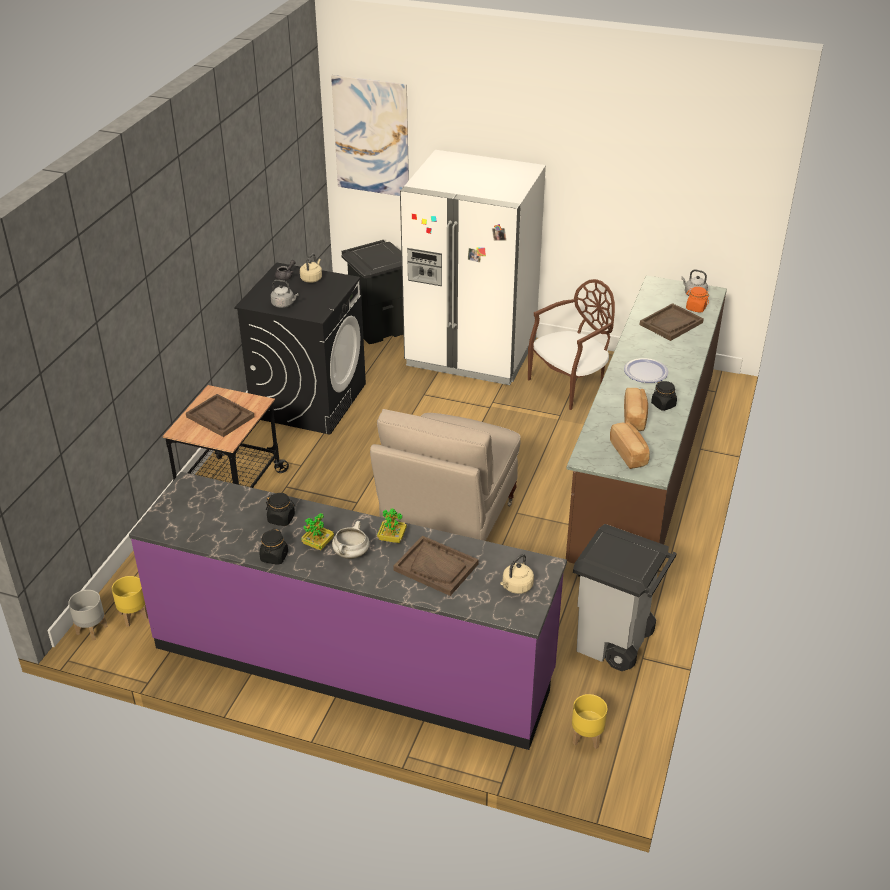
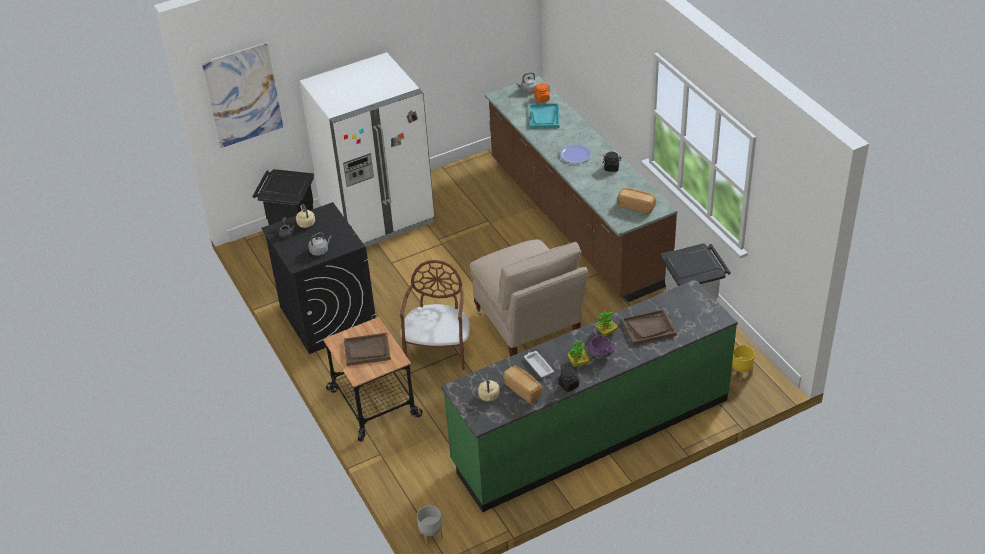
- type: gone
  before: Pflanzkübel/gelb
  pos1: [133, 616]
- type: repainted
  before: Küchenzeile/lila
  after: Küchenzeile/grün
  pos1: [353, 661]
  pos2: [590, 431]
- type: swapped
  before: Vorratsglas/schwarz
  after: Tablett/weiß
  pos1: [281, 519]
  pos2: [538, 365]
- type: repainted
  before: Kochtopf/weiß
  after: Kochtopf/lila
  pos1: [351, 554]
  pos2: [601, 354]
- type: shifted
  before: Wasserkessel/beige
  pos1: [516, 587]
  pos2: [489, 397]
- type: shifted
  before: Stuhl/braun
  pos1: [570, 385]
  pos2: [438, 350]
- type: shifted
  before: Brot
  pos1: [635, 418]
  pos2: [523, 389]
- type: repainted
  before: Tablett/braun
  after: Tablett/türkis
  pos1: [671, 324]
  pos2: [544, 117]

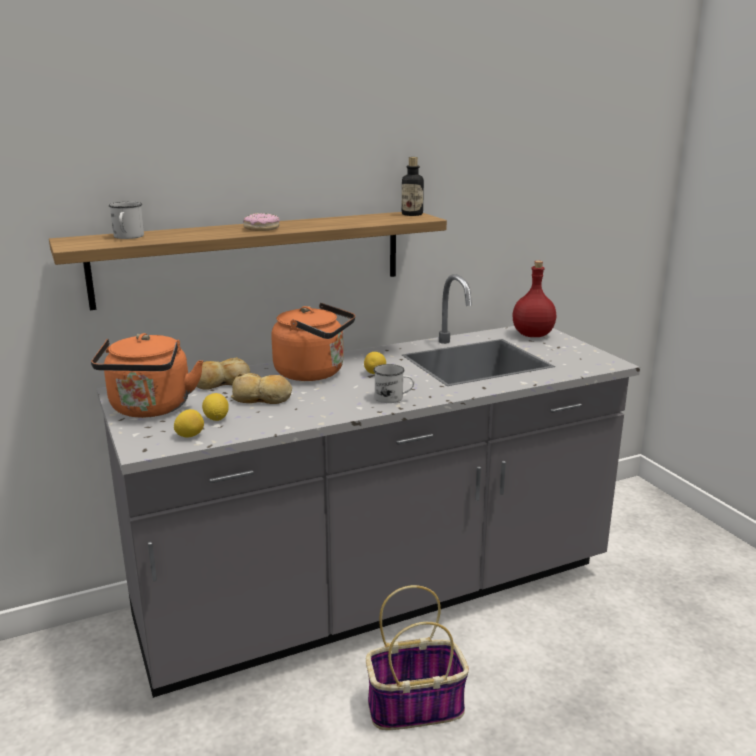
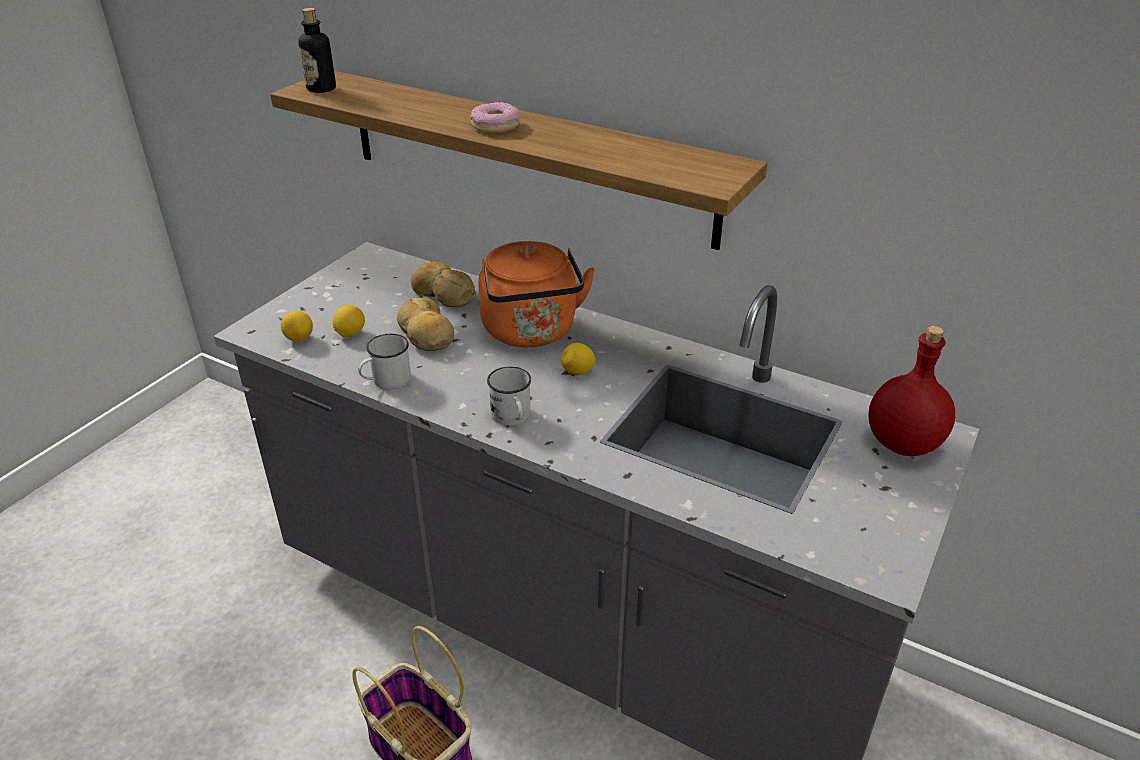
- type: gone
  before: Wasserkessel/orange
  pos1: [150, 409]
- type: shifted
  before: Henkelbecher/weiß
  pos1: [127, 237]
  pos2: [386, 381]
- type: shifted
  before: Flasche
  pos1: [412, 214]
  pos2: [321, 88]

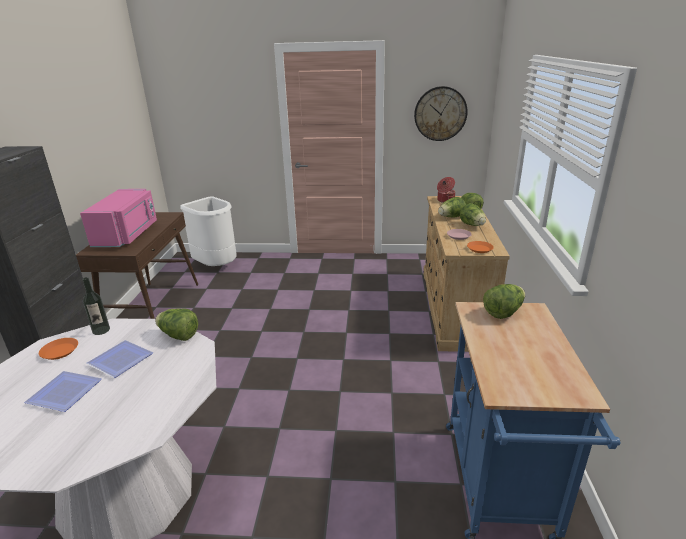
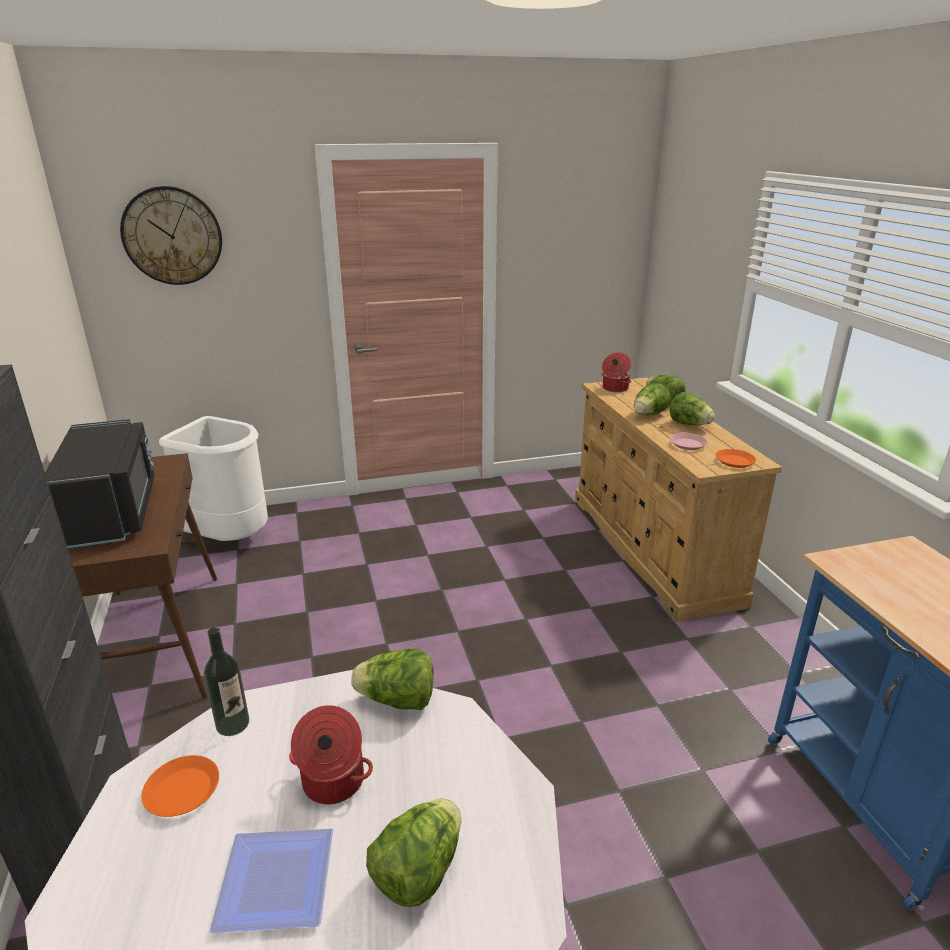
- type: repainted
  before: Mikrowelle/rosa
  after: Mikrowelle/schwarz
  pos1: [128, 235]
  pos2: [113, 512]
- type: swapped
  before: Teller
  after: Kochtopf
  pos1: [120, 362]
  pos2: [332, 782]
- type: shifted
  before: Wanduhr
  pos1: [440, 114]
  pos2: [172, 236]
- type: shifted
  before: Salatkopf
  pos1: [503, 312]
  pos2: [418, 871]

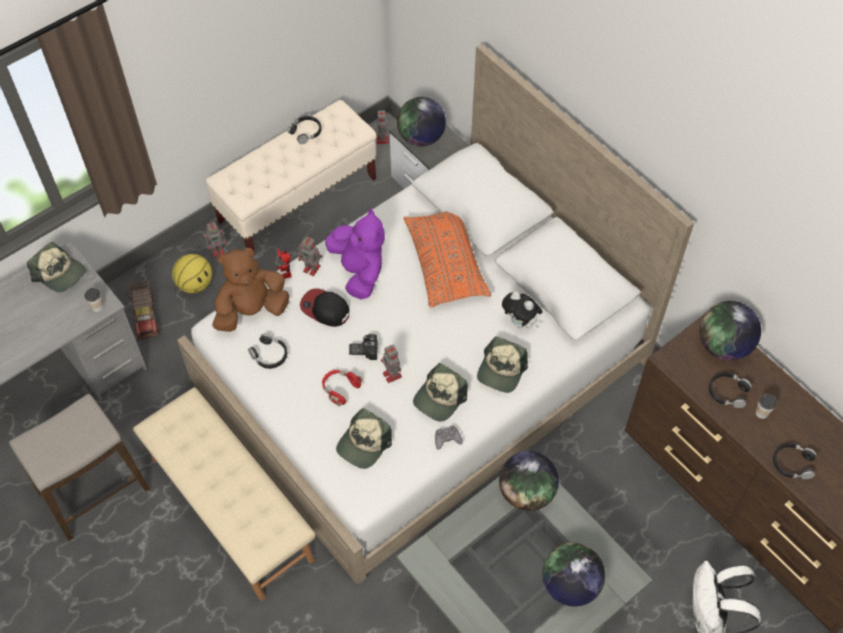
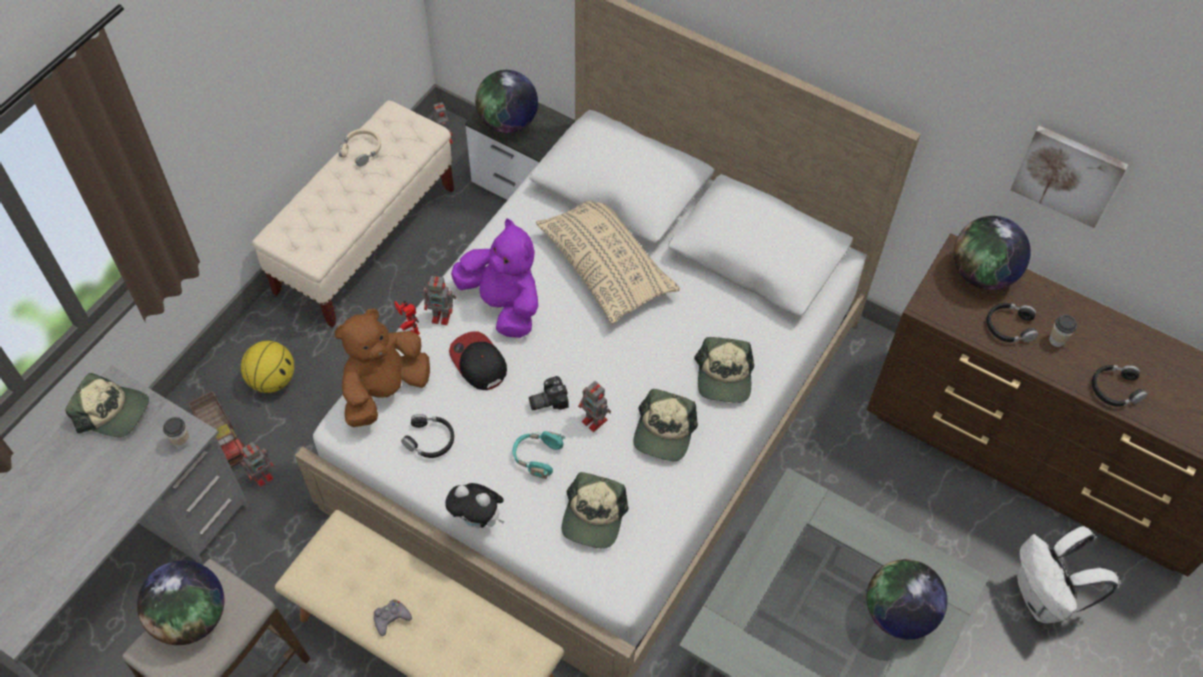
- type: shifted
  before: Spielzeugroboter
  pos1: [218, 250]
  pos2: [263, 475]
- type: repainted
  before: Kopfhörer/schwarz
  after: Kopfhörer/beige
  pos1: [306, 132]
  pos2: [361, 150]
- type: rotated
  before: Kappe
  pos1: [325, 309]
  pos2: [478, 362]
  turn: 45
- type: repainted
  before: Kopfhörer/rot
  after: Kopfhörer/türkis
  pos1: [340, 389]
  pos2: [537, 457]
- type: repainted
  before: Kissen/orange
  after: Kissen/beige
  pos1: [446, 264]
  pos2: [606, 266]
- type: shifted
  before: Gamepad/grau
  pos1: [447, 439]
  pos2: [391, 618]
- type: shifted
  before: Globus
  pos1: [526, 493]
  pos2: [191, 617]
- type: shifted
  before: Plüschtier
  pos1: [521, 323]
  pos2: [478, 519]
- type: new
  after: Bild
  pos2: [1068, 175]

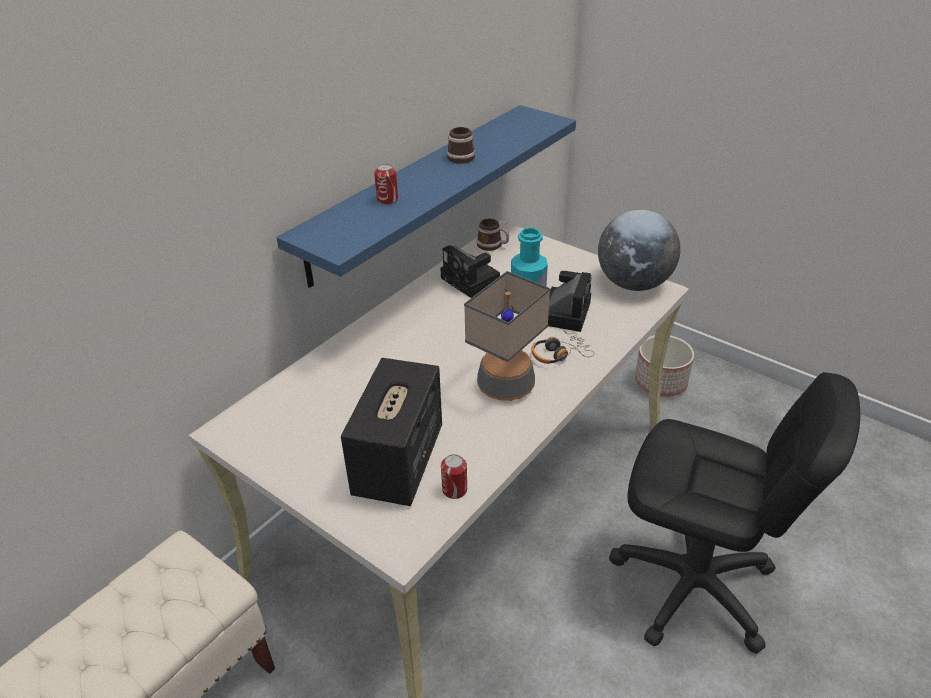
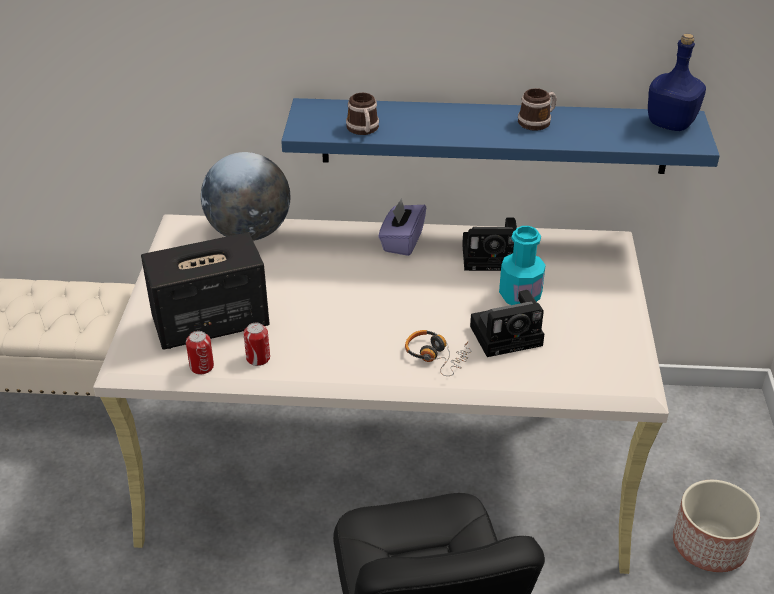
- type: shifted
  before: Dose
  pos1: [387, 200]
  pos2: [258, 358]
- type: rotated
  before: Kamera
  pos1: [472, 281]
  pos2: [493, 256]
  turn: -105
- type: gone
  before: Tischlampe
  pos1: [506, 385]
- type: shifted
  before: Henkelbecher
  pos1: [493, 245]
  pos2: [363, 130]
- type: shifted
  before: Globus
  pos1: [634, 284]
  pos2: [249, 233]
- type: new
  after: Taschentuchbox/lila
  pos2: [402, 241]
- type: new
  after: Flasche/blau
  pos2: [670, 124]

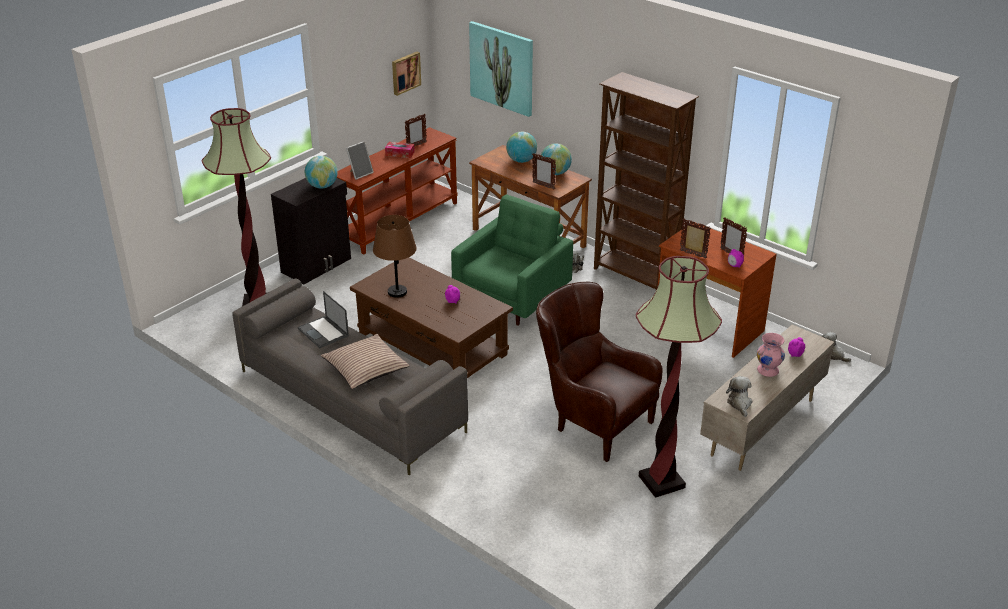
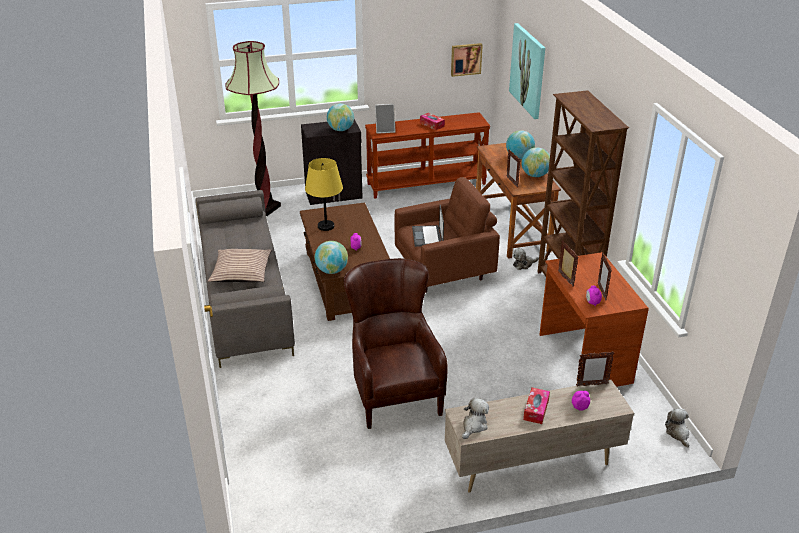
- type: shifted
  before: Laptop
  pos1: [323, 332]
  pos2: [427, 236]
- type: repainted
  before: Tischlampe/braun
  after: Tischlampe/gelb
  pos1: [397, 292]
  pos2: [325, 226]
- type: shifted
  before: Bilderrahmen
  pos1: [416, 145]
  pos2: [591, 385]
- type: repainted
  before: Sessel/grün
  after: Sessel/braun
  pos1: [513, 298]
  pos2: [445, 271]
- type: gone
  before: Stehlampe
  pos1: [661, 482]
- type: swapped
  before: Vase/rosa
  after: Taschentuchbox
  pos1: [768, 371]
  pos2: [536, 410]
- type: new
  after: Globus
  pos2: [331, 271]

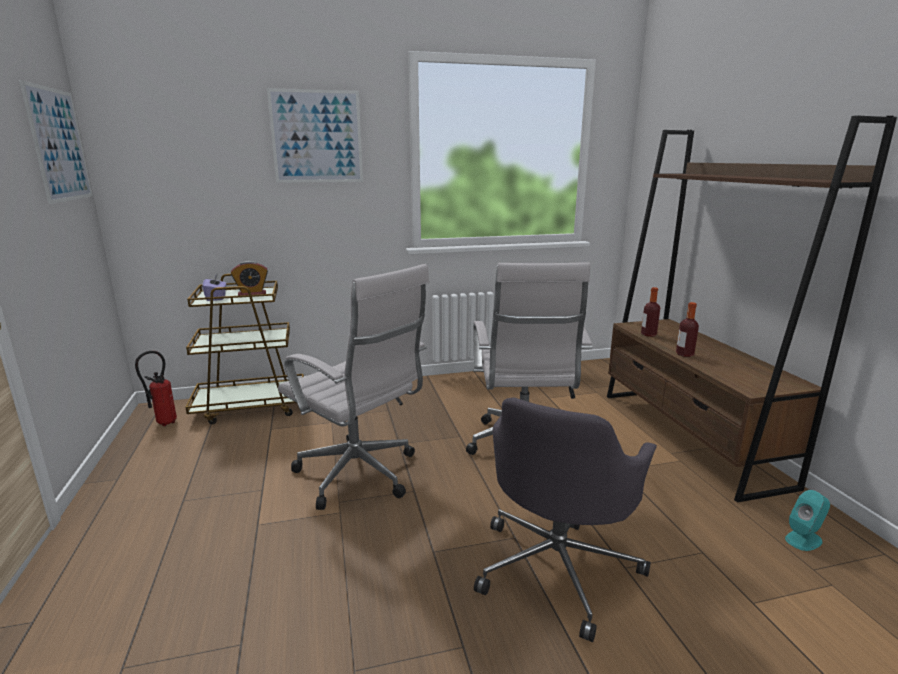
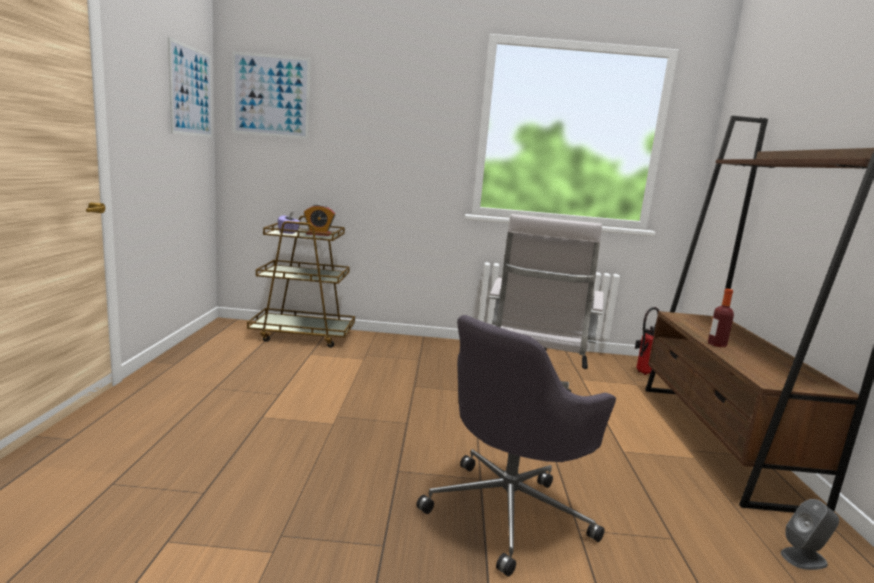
- type: shifted
  before: Feuerlöscher
  pos1: [163, 423]
  pos2: [641, 372]
- type: shifted
  before: Bild
  pos1: [317, 137]
  pos2: [271, 96]
- type: gone
  before: Bürostuhl/weiß
  pos1: [361, 476]
- type: gone
  before: Flasche
  pos1: [648, 334]
- type: repainted
  before: Lautsprecher/türkis
  after: Lautsprecher/grau
  pos1: [803, 539]
  pos2: [804, 558]

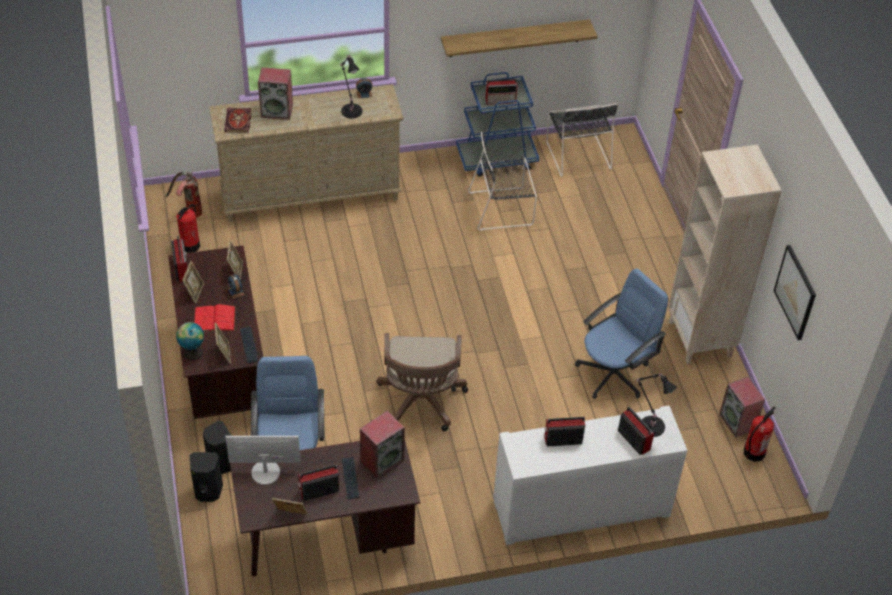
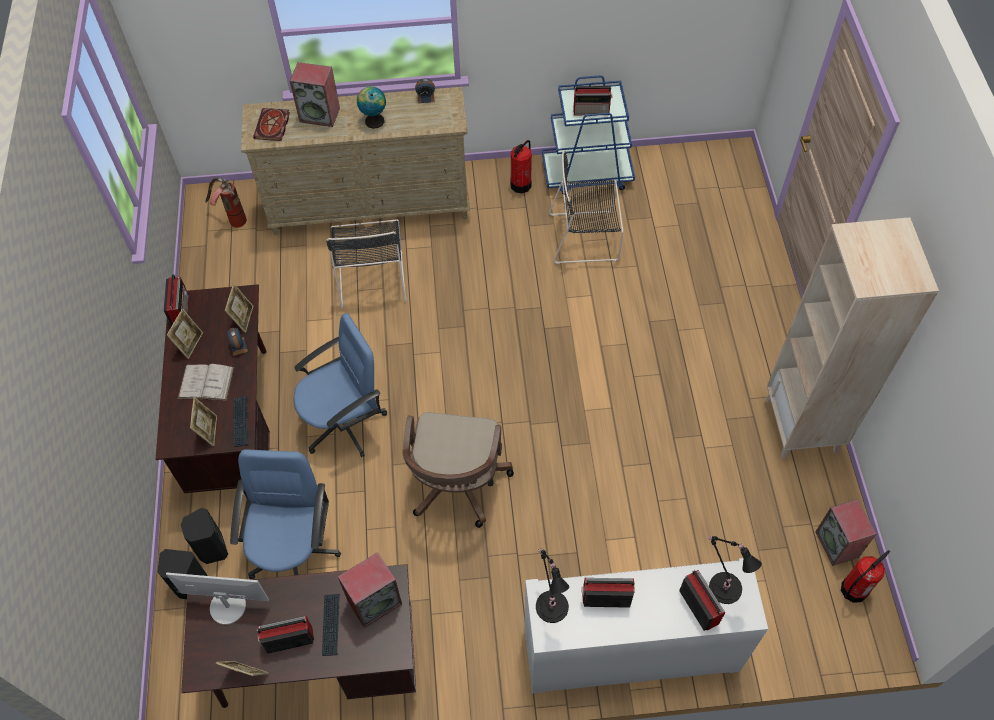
- type: shifted
  before: Globus
  pos1: [192, 352]
  pos2: [374, 120]
- type: shifted
  before: Feuerlöscher
  pos1: [190, 245]
  pos2: [521, 185]
- type: repainted
  before: Buch/rot
  after: Buch/weiß
  pos1: [214, 319]
  pos2: [206, 382]
- type: shifted
  before: Tischlampe/schwarz
  pos1: [351, 110]
  pos2: [551, 603]
- type: gone
  before: Wandregal
  pos1: [515, 38]
- type: shifted
  before: Stuhl/schwarz
  pos1: [577, 154]
  pos2: [371, 276]
- type: shifted
  before: Bürostuhl/blau
  pos1: [614, 374]
  pos2: [345, 422]
- type: gone
  before: Bild
  pos1: [795, 292]

